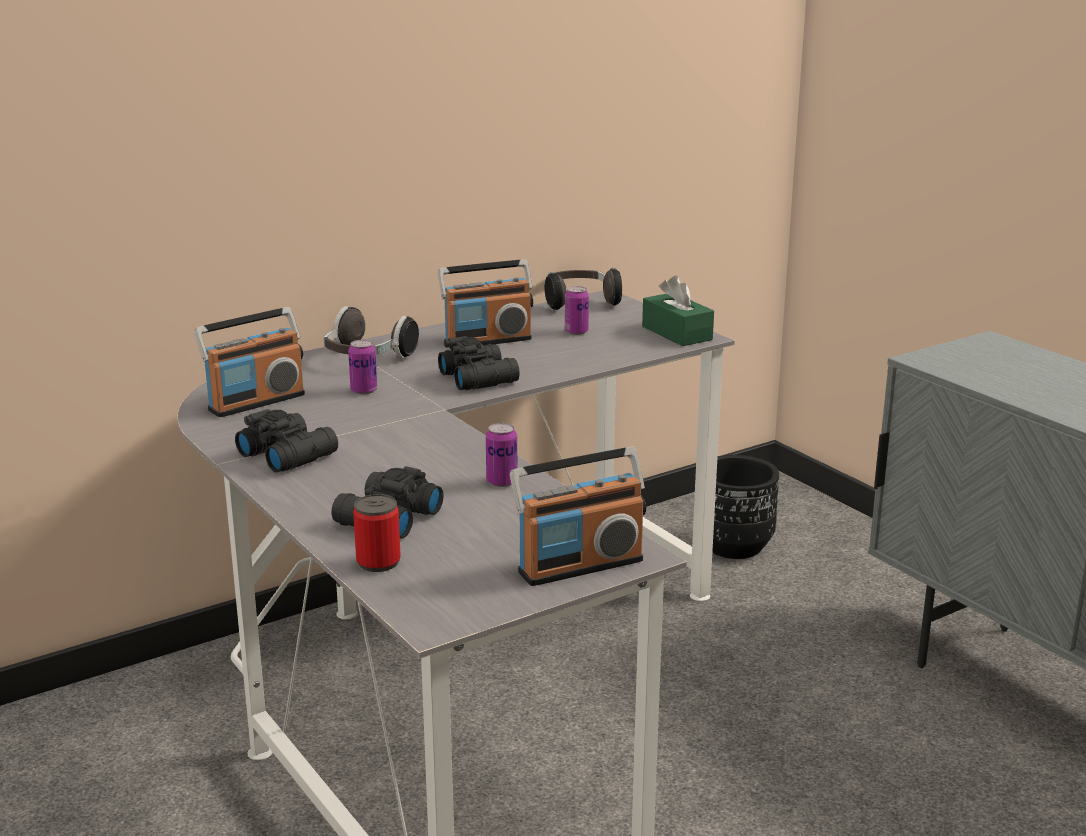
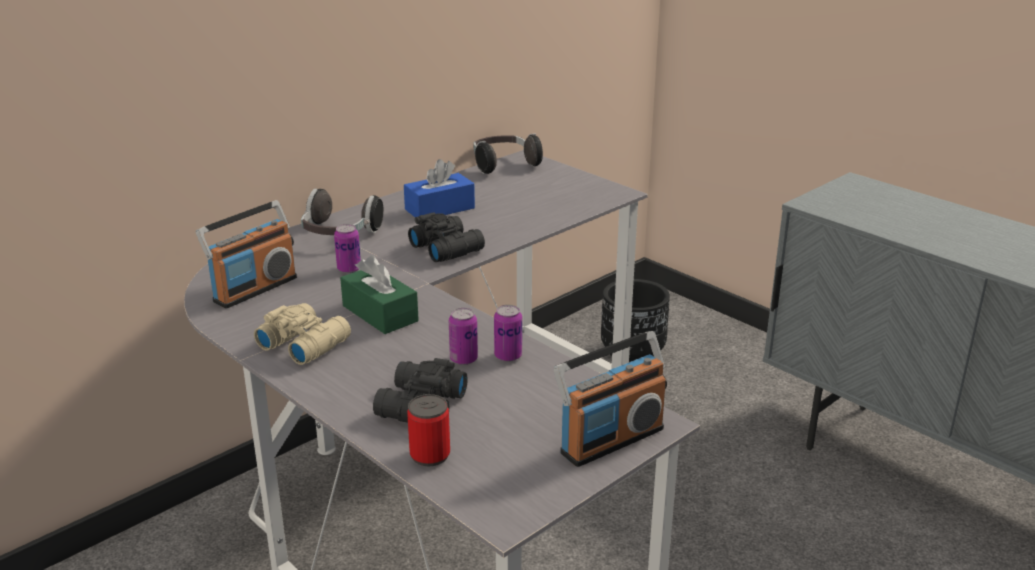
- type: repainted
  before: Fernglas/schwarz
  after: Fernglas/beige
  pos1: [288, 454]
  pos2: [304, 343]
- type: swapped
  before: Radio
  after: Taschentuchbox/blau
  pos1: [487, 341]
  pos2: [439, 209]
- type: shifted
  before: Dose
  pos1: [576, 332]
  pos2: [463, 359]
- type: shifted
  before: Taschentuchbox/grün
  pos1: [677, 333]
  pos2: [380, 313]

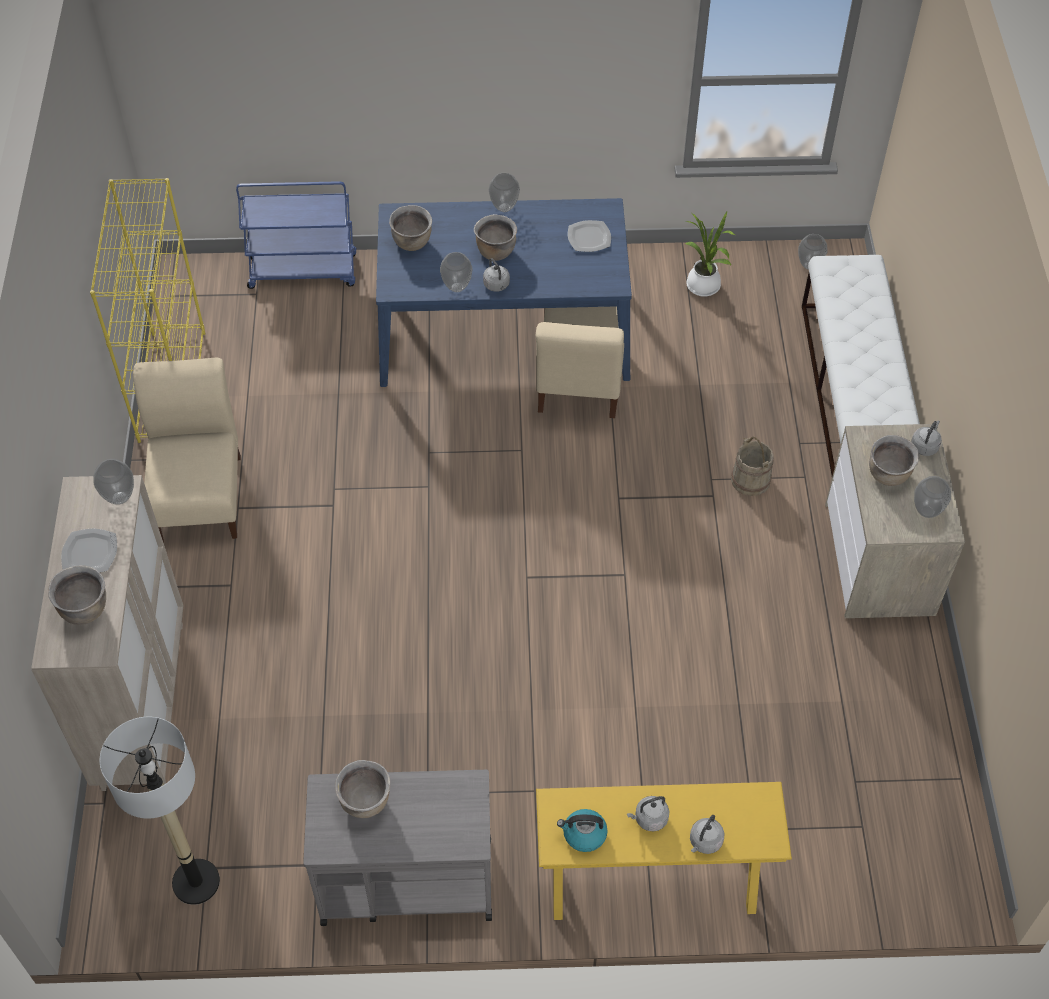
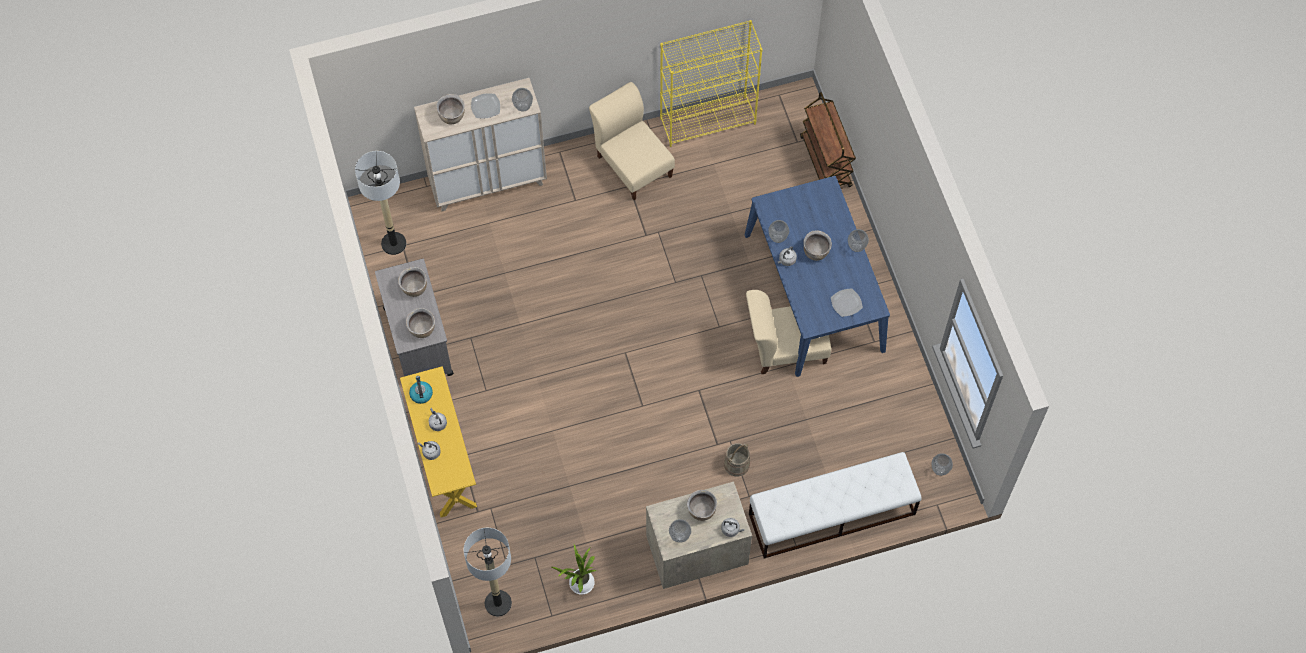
- type: rotated
  before: Stuhl/beige
  pos1: [200, 494]
  pos2: [633, 163]
  turn: -105
- type: repainted
  before: Rollwagen/blau
  after: Rollwagen/braun
  pos1: [304, 271]
  pos2: [826, 162]
- type: shifted
  before: Kochtopf/braun
  pos1: [412, 242]
  pos2: [422, 330]
- type: shifted
  before: Topfpflanze
  pos1: [704, 288]
  pos2: [579, 584]
- type: new
  after: Stehlampe
  pos2: [498, 603]

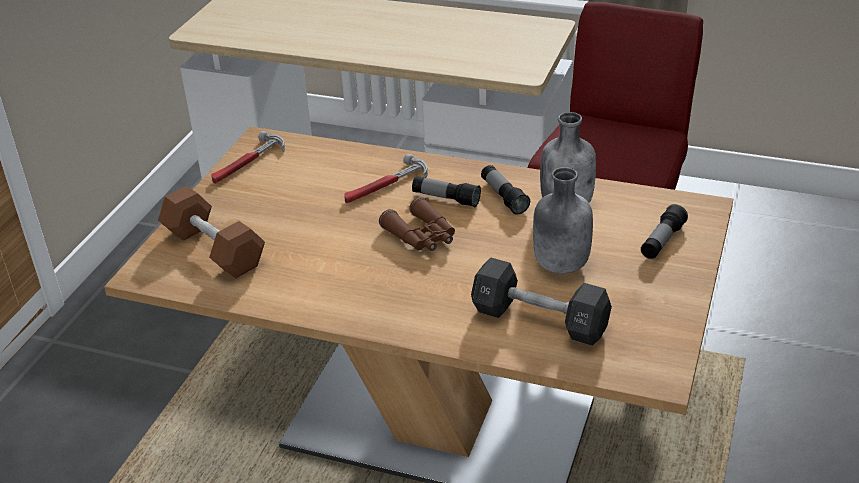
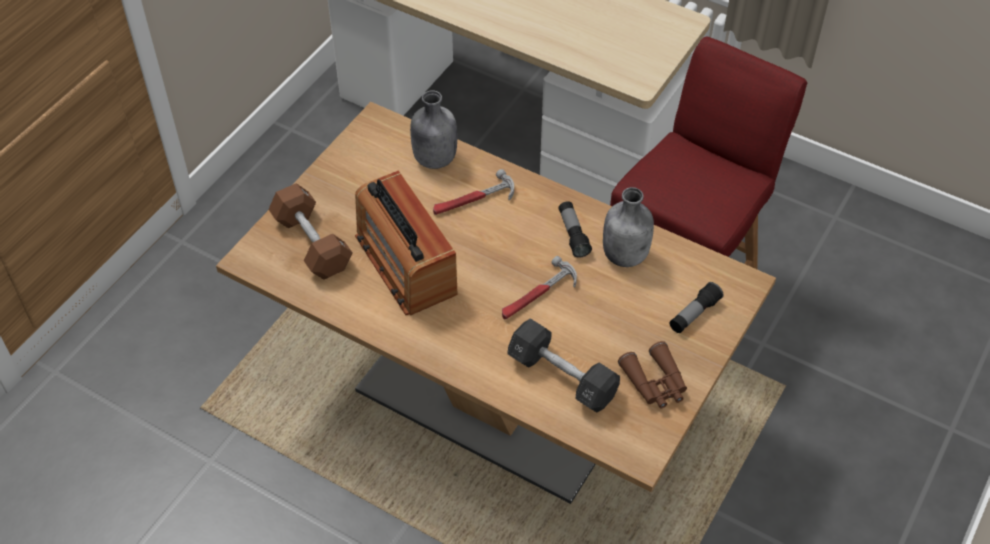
- type: shifted
  before: Hammer
  pos1: [247, 163]
  pos2: [538, 295]
- type: shifted
  before: Fernglas/braun
  pos1: [422, 236]
  pos2: [655, 383]
- type: gone
  before: Taschenlampe
  pos1: [446, 199]
- type: shifted
  before: Flasche/grau
  pos1: [560, 265]
  pos2: [434, 159]
- type: new
  after: Radio
  pos2: [405, 264]

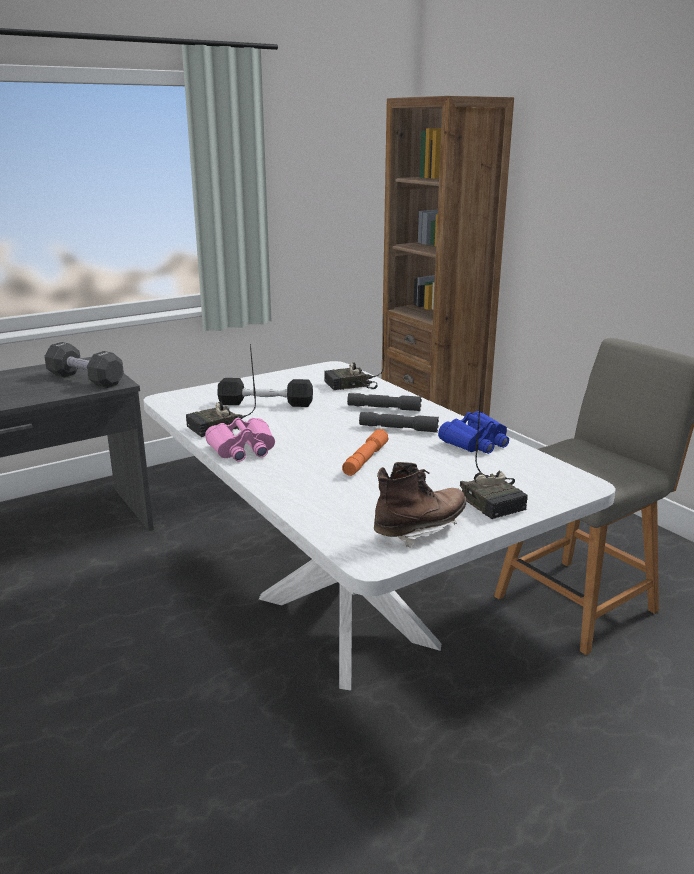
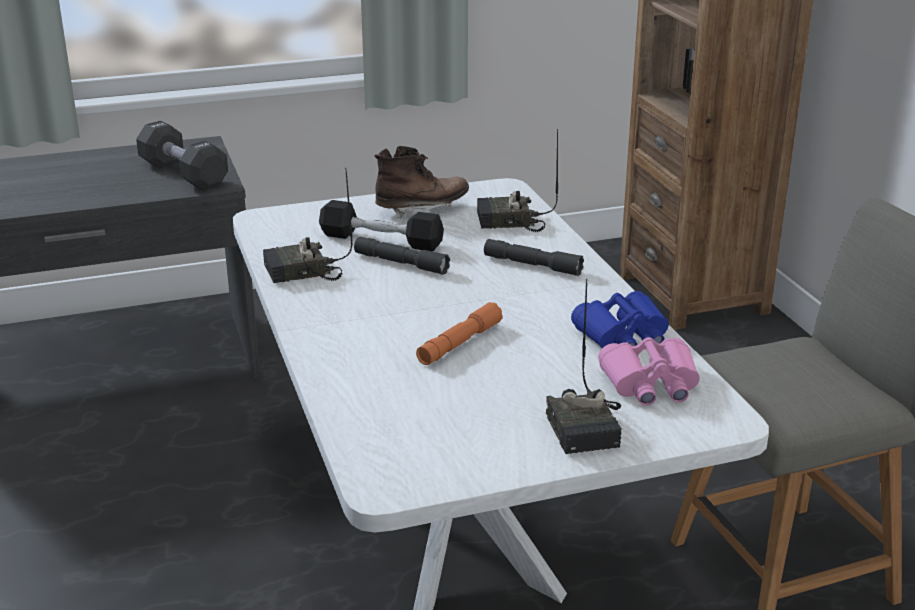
- type: shifted
  before: Fernglas/rosa
  pos1: [242, 449]
  pos2: [650, 384]
- type: shifted
  before: Taschenlampe/grau
  pos1: [398, 428]
  pos2: [401, 263]
- type: shifted
  before: Stiefel/braun
  pos1: [420, 529]
  pos2: [422, 209]

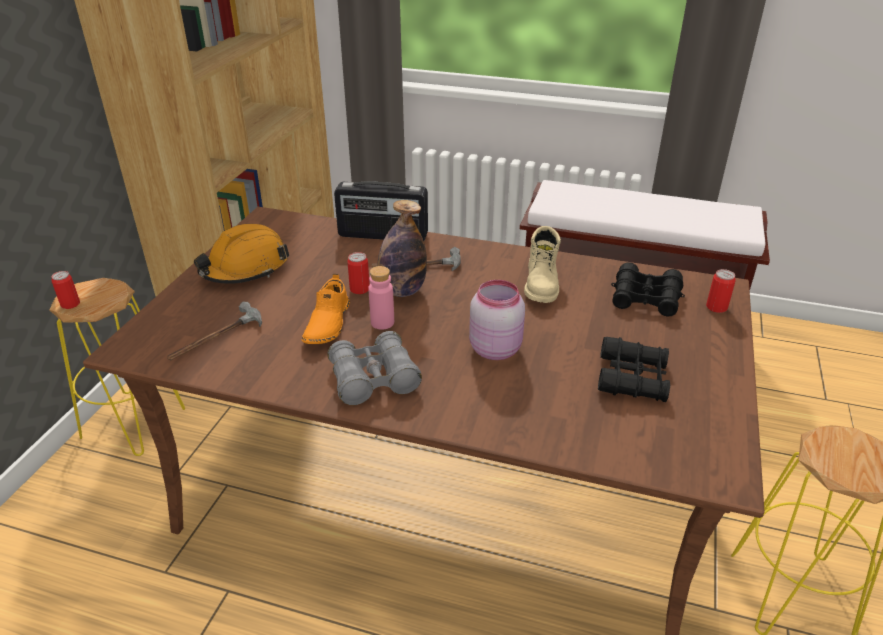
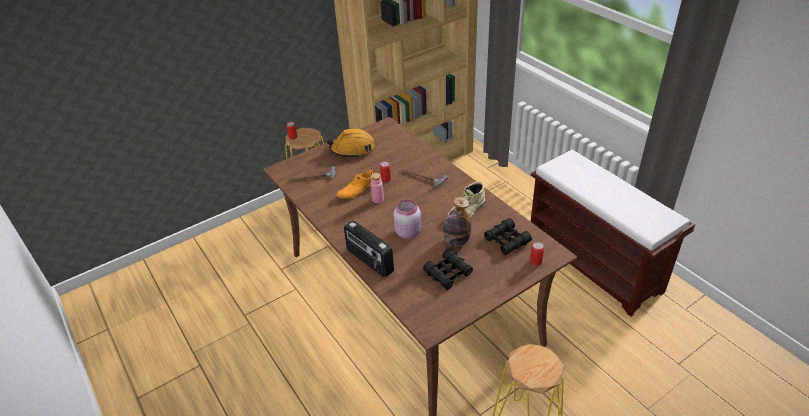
- type: gone
  before: Fernglas/grau
  pos1: [373, 379]
- type: shifted
  before: Radio
  pos1: [383, 235]
  pos2: [369, 261]
- type: shifted
  before: Flasche
  pos1: [402, 291]
  pos2: [456, 242]

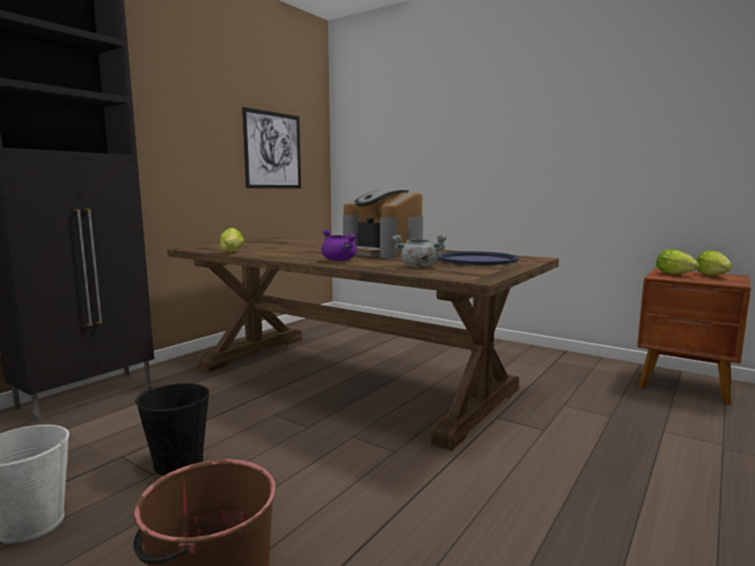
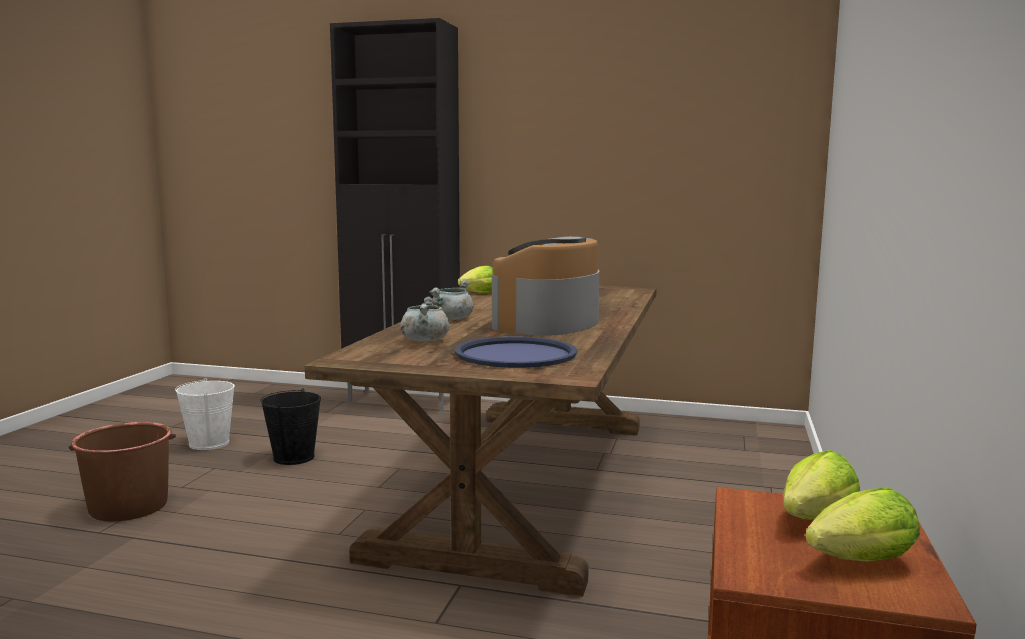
- type: gone
  before: Bild
  pos1: [273, 150]
- type: repainted
  before: Kochtopf/lila
  after: Kochtopf/grau
  pos1: [340, 260]
  pos2: [452, 319]

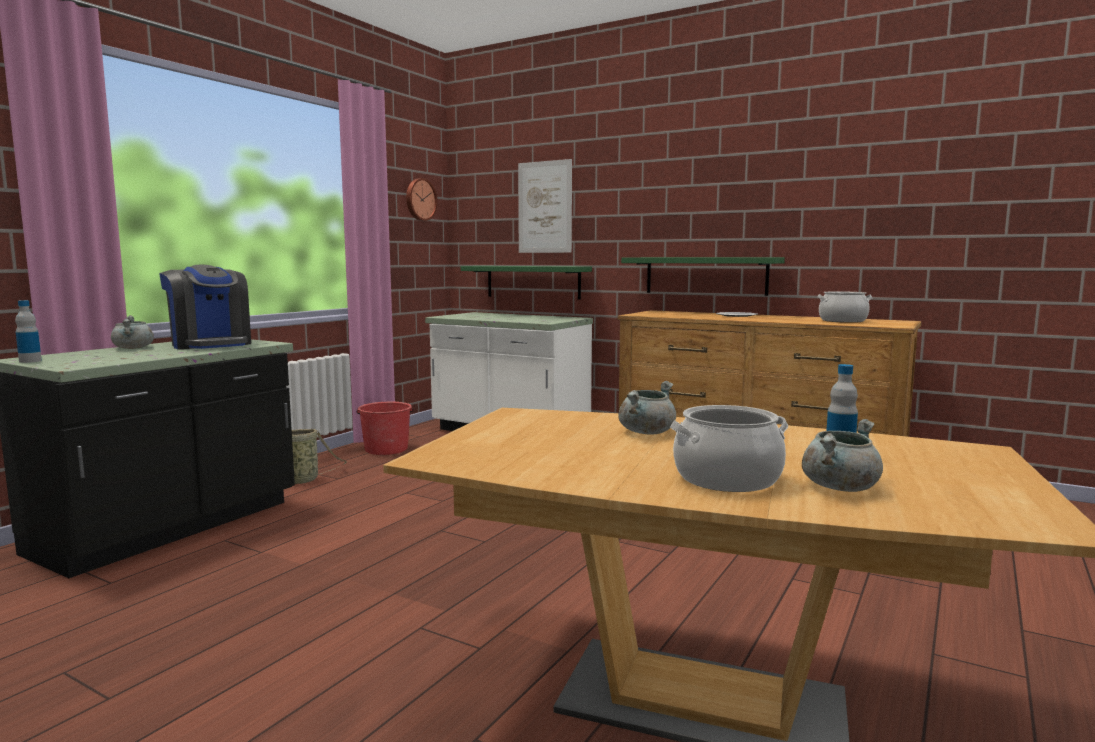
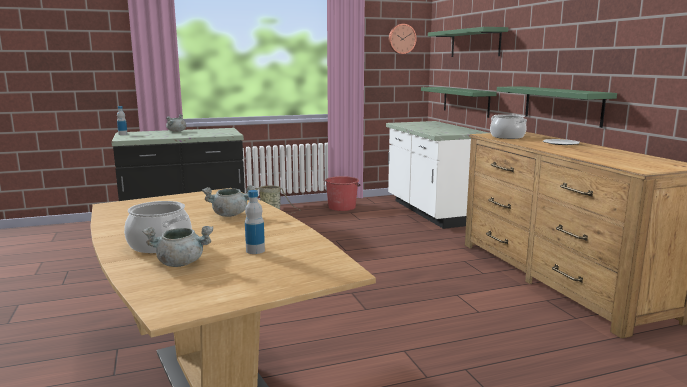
- type: gone
  before: Kaffeemaschine
  pos1: [210, 345]
- type: swapped
  before: Bild
  after: Wandregal/grün
  pos1: [544, 207]
  pos2: [475, 43]
- type: shifted
  before: Kochtopf
  pos1: [843, 321]
  pos2: [507, 137]

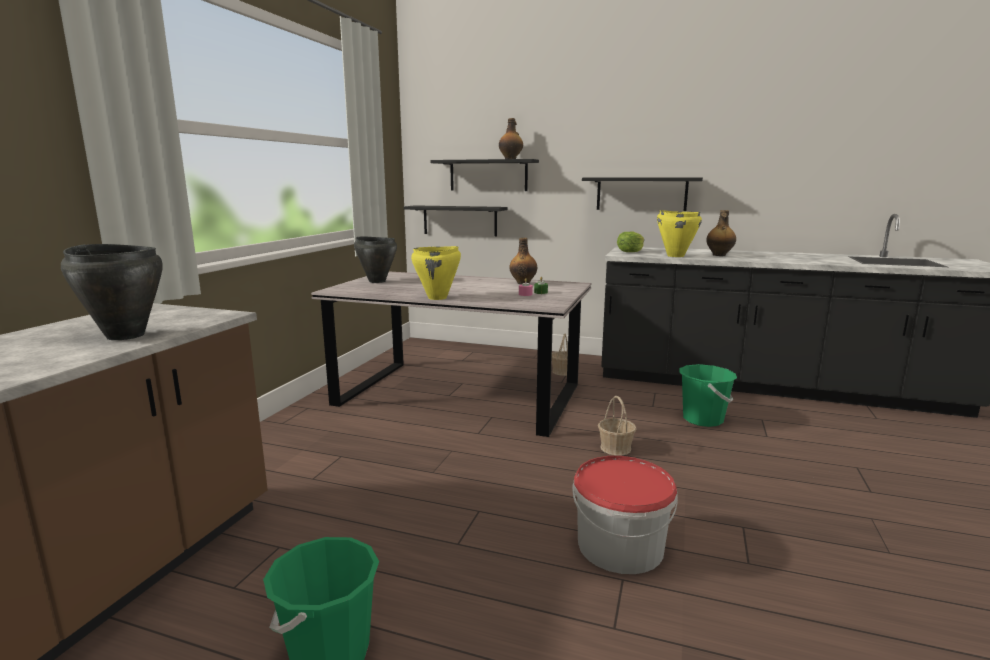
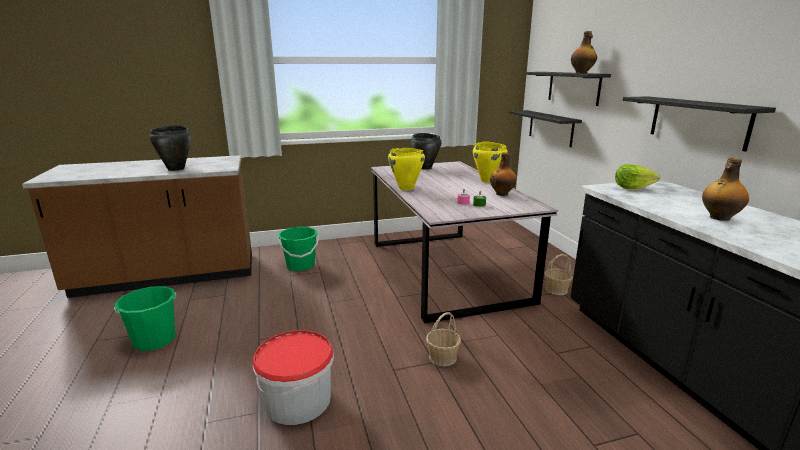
- type: shifted
  before: Kochtopf/gelb
  pos1: [675, 256]
  pos2: [488, 181]
- type: shifted
  before: Eimer/grün
  pos1: [703, 419]
  pos2: [300, 265]

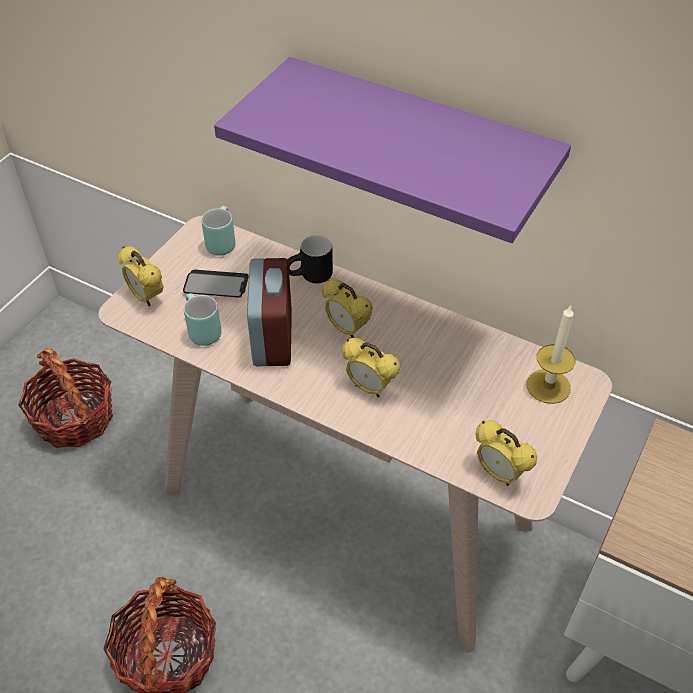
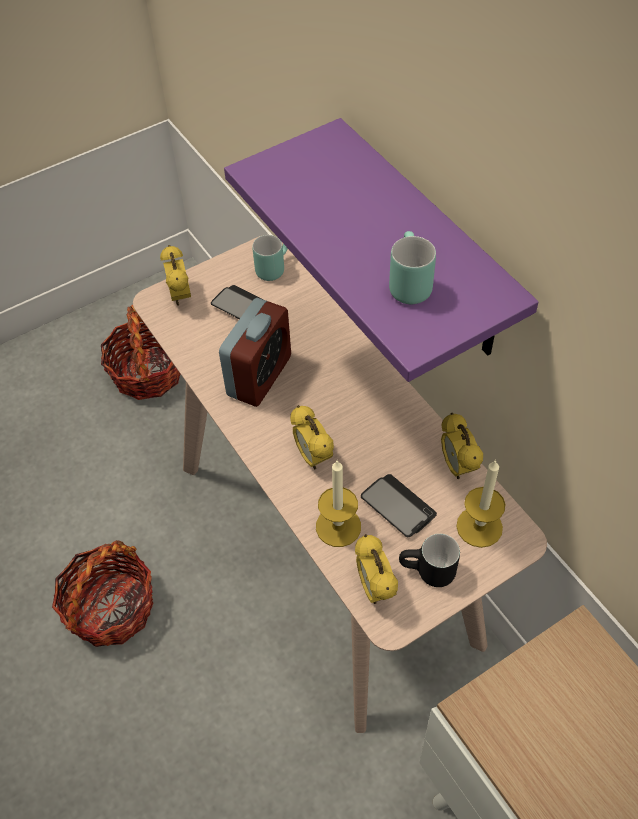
- type: shifted
  before: Henkelbecher/türkis
  pos1: [200, 331]
  pos2: [406, 283]
- type: shifted
  before: Henkelbecher/schwarz
  pos1: [311, 278]
  pos2: [427, 574]
- type: shifted
  before: Wecker
  pos1: [347, 329]
  pos2: [457, 467]
- type: new
  after: Kerze
  pos2: [338, 526]
- type: new
  after: Handy
  pos2: [398, 506]

